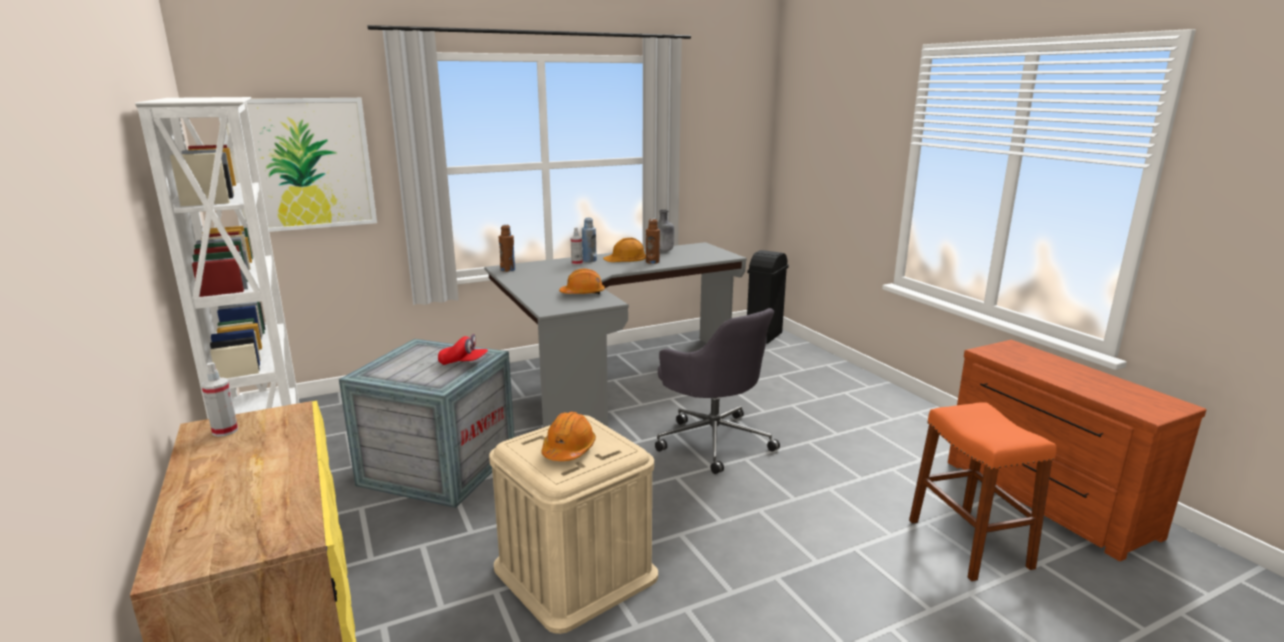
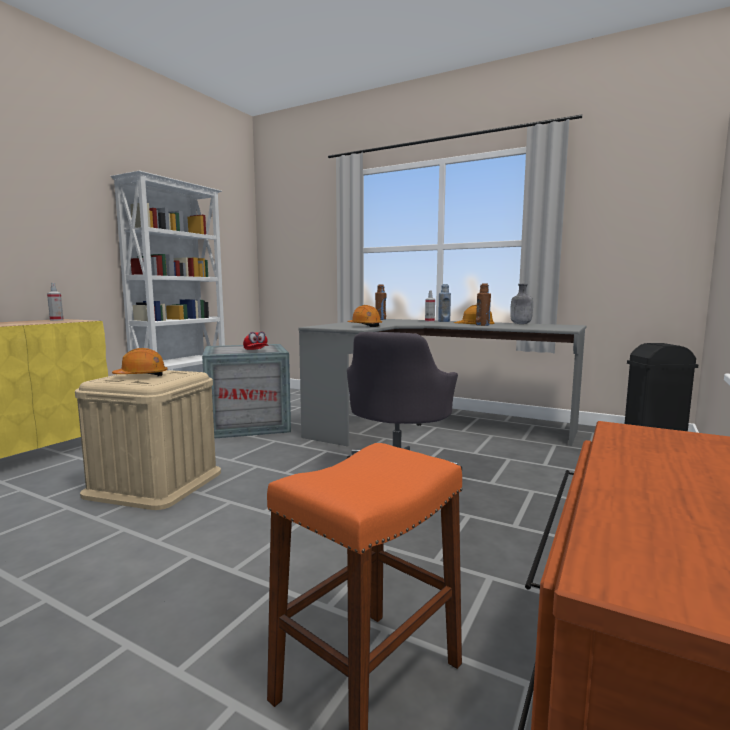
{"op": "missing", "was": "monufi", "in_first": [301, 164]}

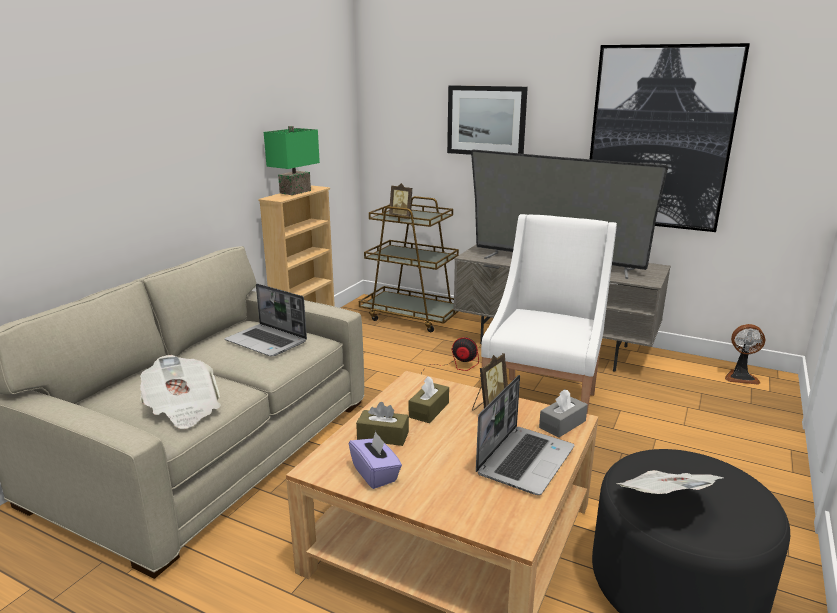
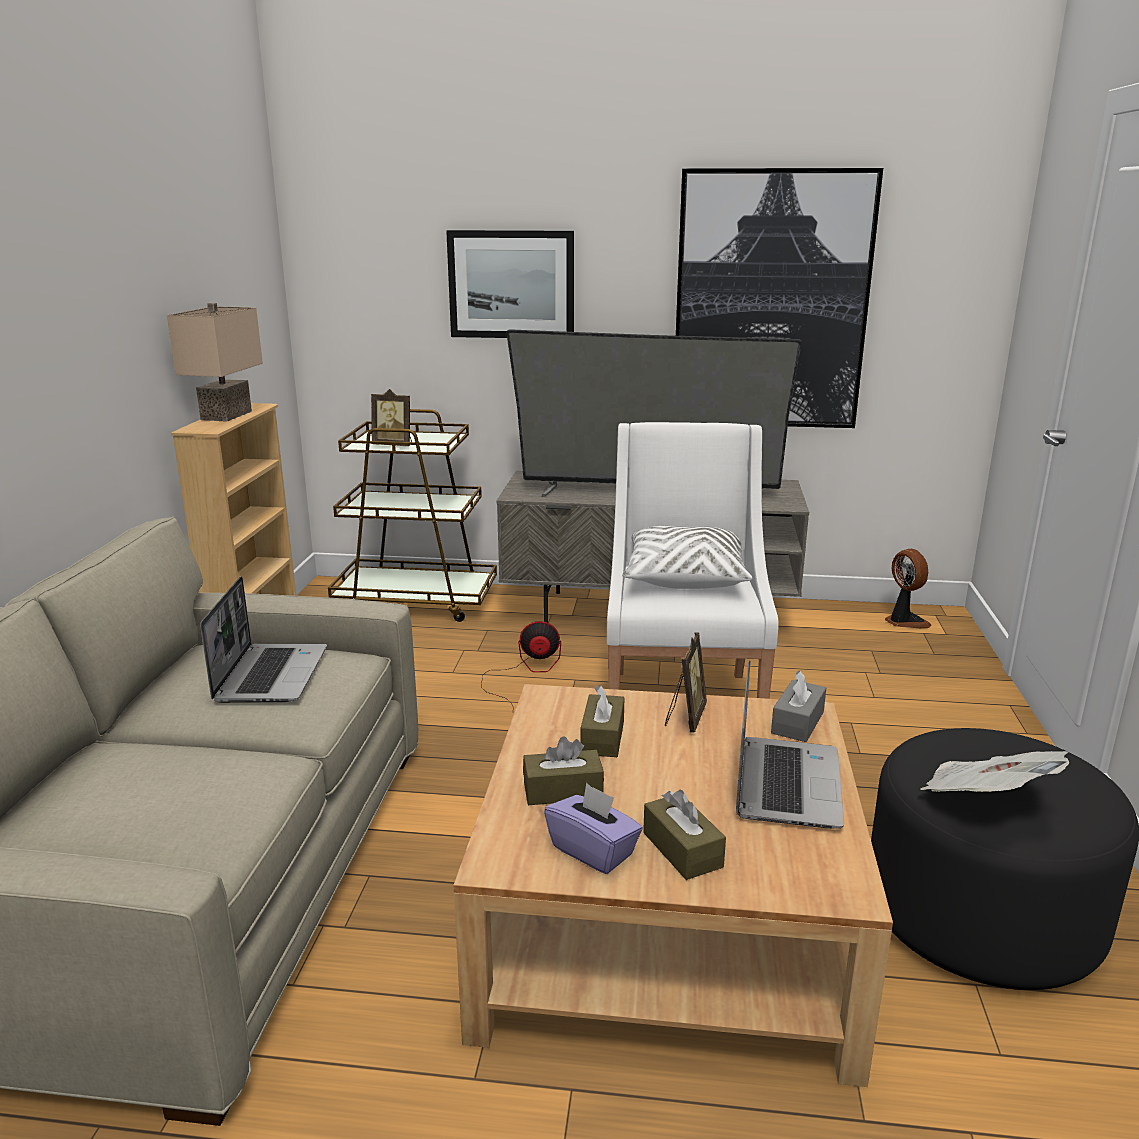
{"op": "missing", "was": "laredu", "in_first": [183, 409]}
{"op": "spun", "was": "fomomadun", "in_first": [267, 342], "in_second": [270, 674], "clockwise": -105}
{"op": "colour", "was": "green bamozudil", "now": "beige bamozudil", "in_first": [294, 191], "in_second": [224, 415]}
{"op": "spun", "was": "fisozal", "in_first": [740, 377], "in_second": [904, 621], "clockwise": -105}
{"op": "appeared", "now": "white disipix", "in_second": [684, 576]}
{"op": "appeared", "now": "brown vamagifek", "in_second": [682, 850]}

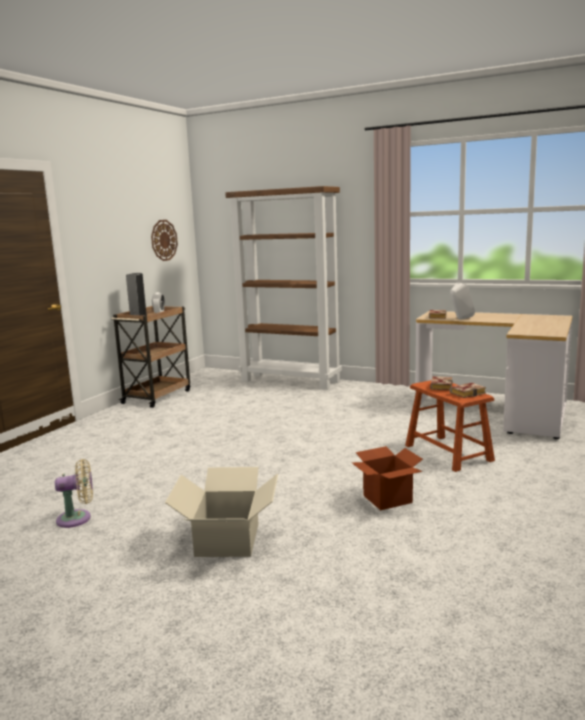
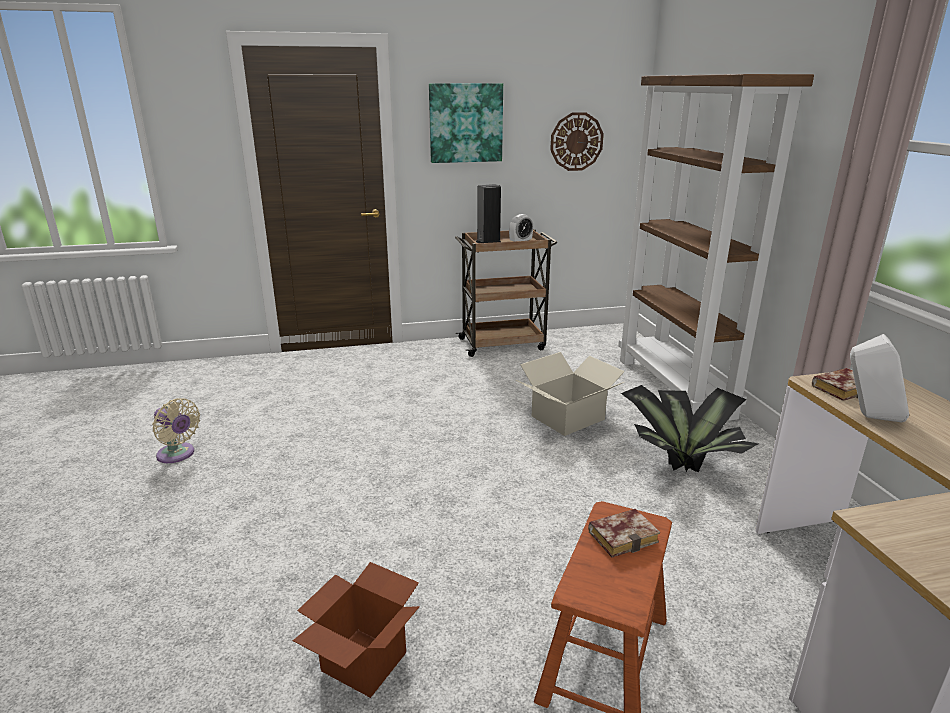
{"op": "relocated", "was": "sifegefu", "in_first": [228, 539], "in_second": [568, 418]}
{"op": "missing", "was": "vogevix", "in_first": [468, 393]}
{"op": "appeared", "now": "monufi", "in_second": [465, 123]}
{"op": "appeared", "now": "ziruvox", "in_second": [681, 460]}

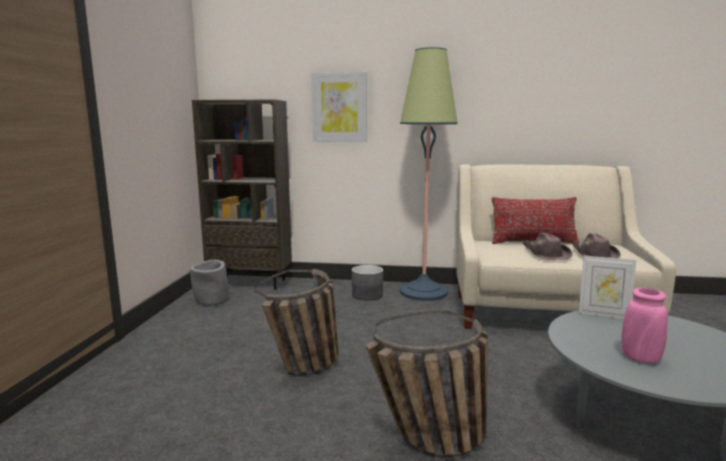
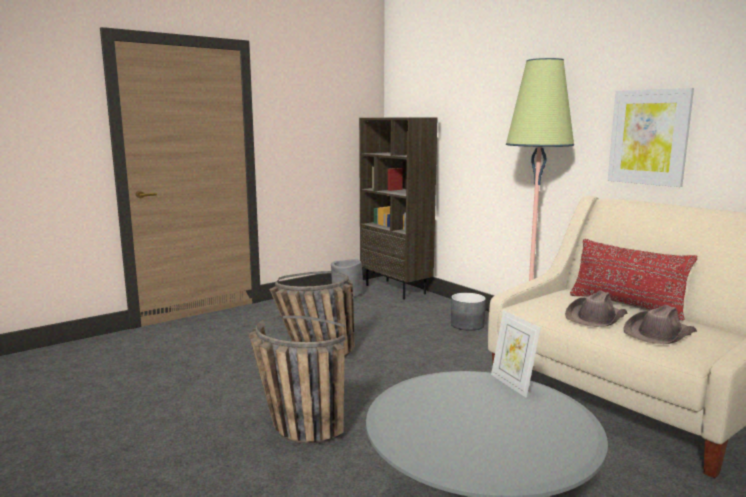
{"op": "relocated", "was": "monufi", "in_first": [339, 107], "in_second": [649, 137]}
{"op": "missing", "was": "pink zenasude", "in_first": [640, 358]}

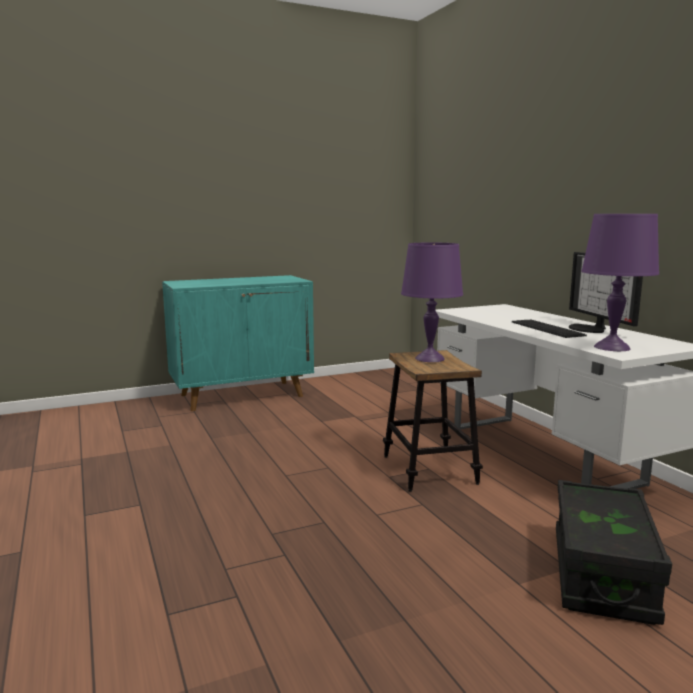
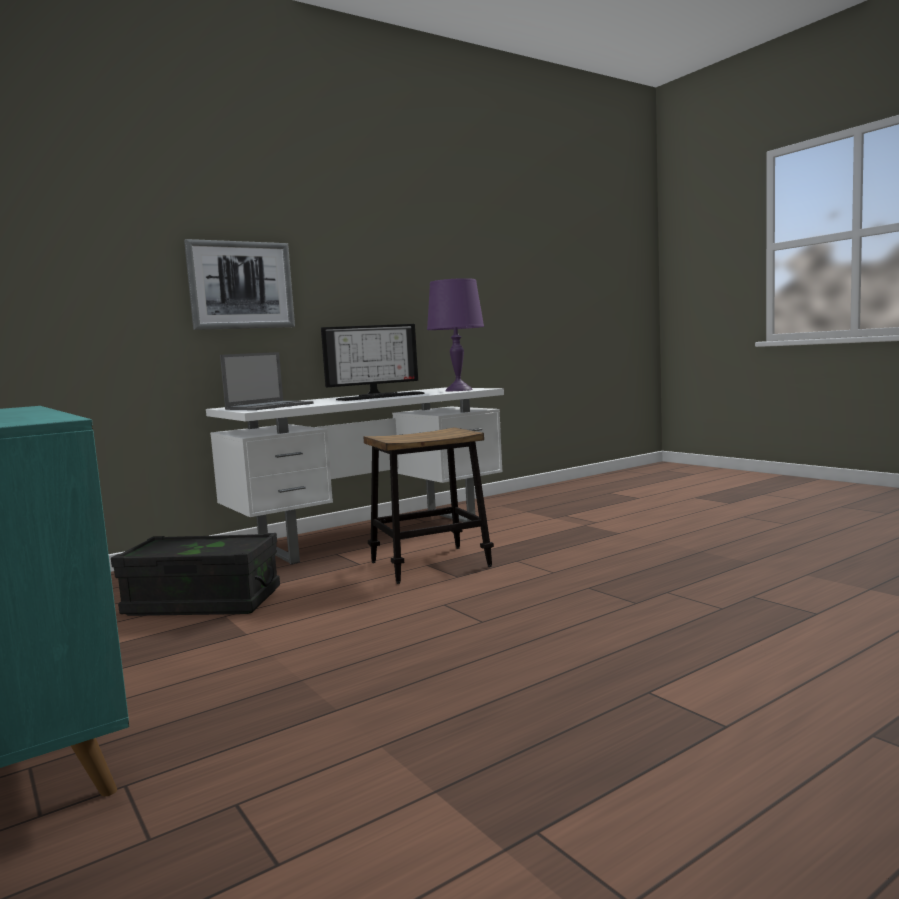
{"op": "missing", "was": "purple bamozudil", "in_first": [430, 358]}
{"op": "relocated", "was": "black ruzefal", "in_first": [601, 574], "in_second": [203, 602]}
{"op": "appeared", "now": "monufi", "in_second": [241, 285]}
{"op": "appeared", "now": "fomomadun", "in_second": [270, 406]}

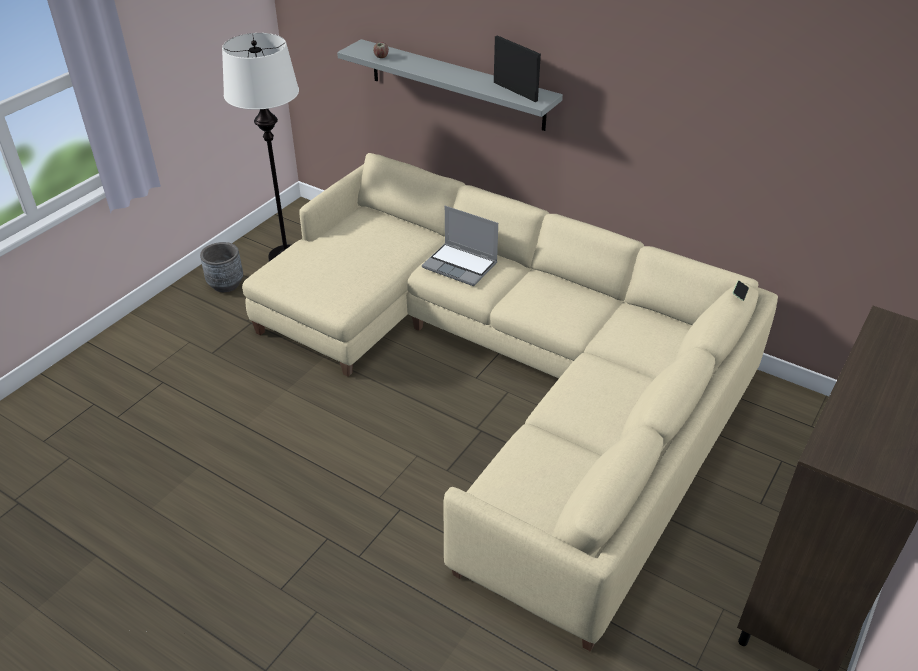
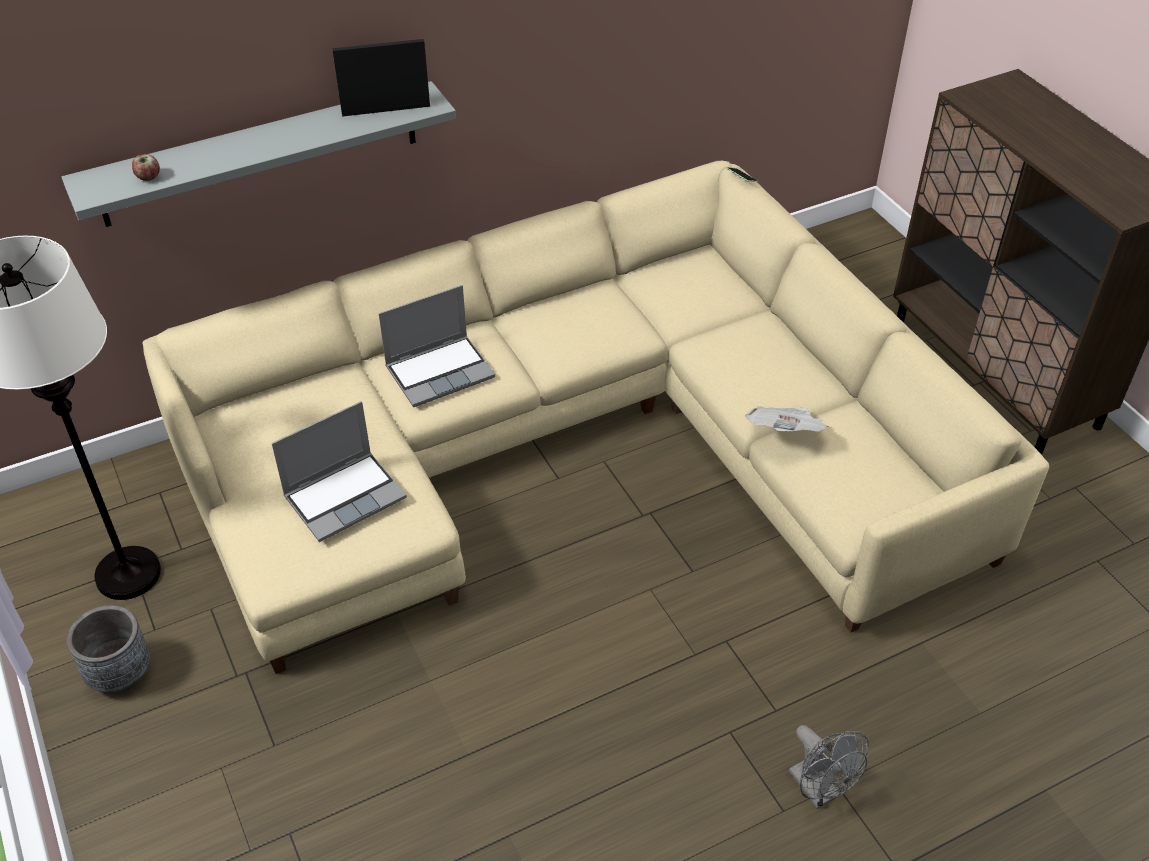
{"op": "appeared", "now": "fomomadun", "in_second": [345, 496]}
{"op": "appeared", "now": "laredu", "in_second": [784, 434]}
{"op": "appeared", "now": "grey fisozal", "in_second": [819, 791]}

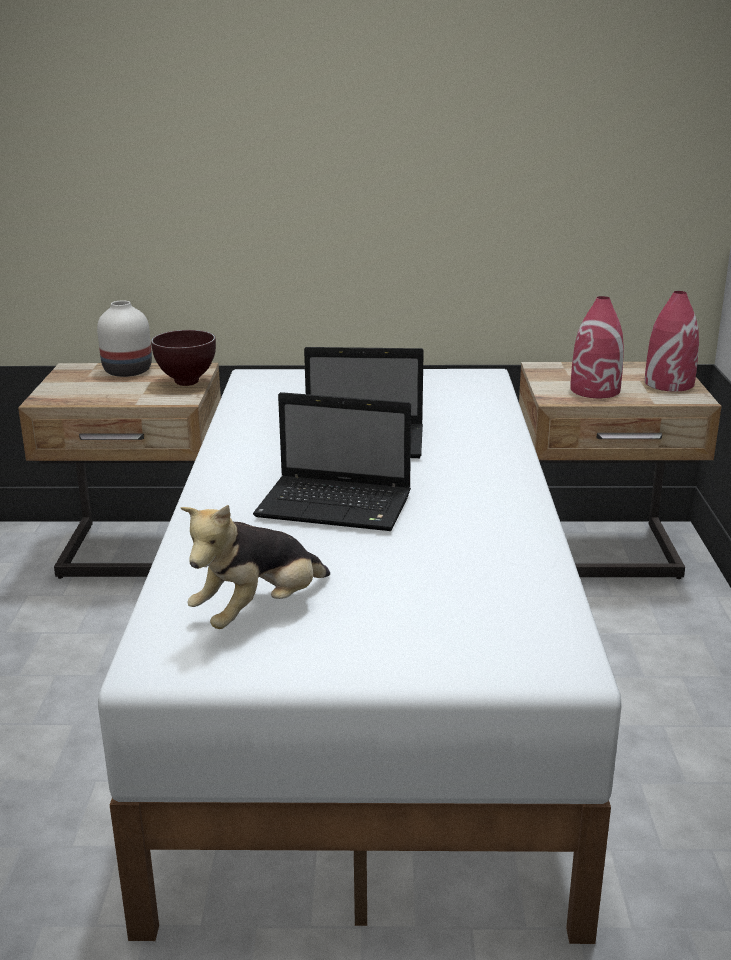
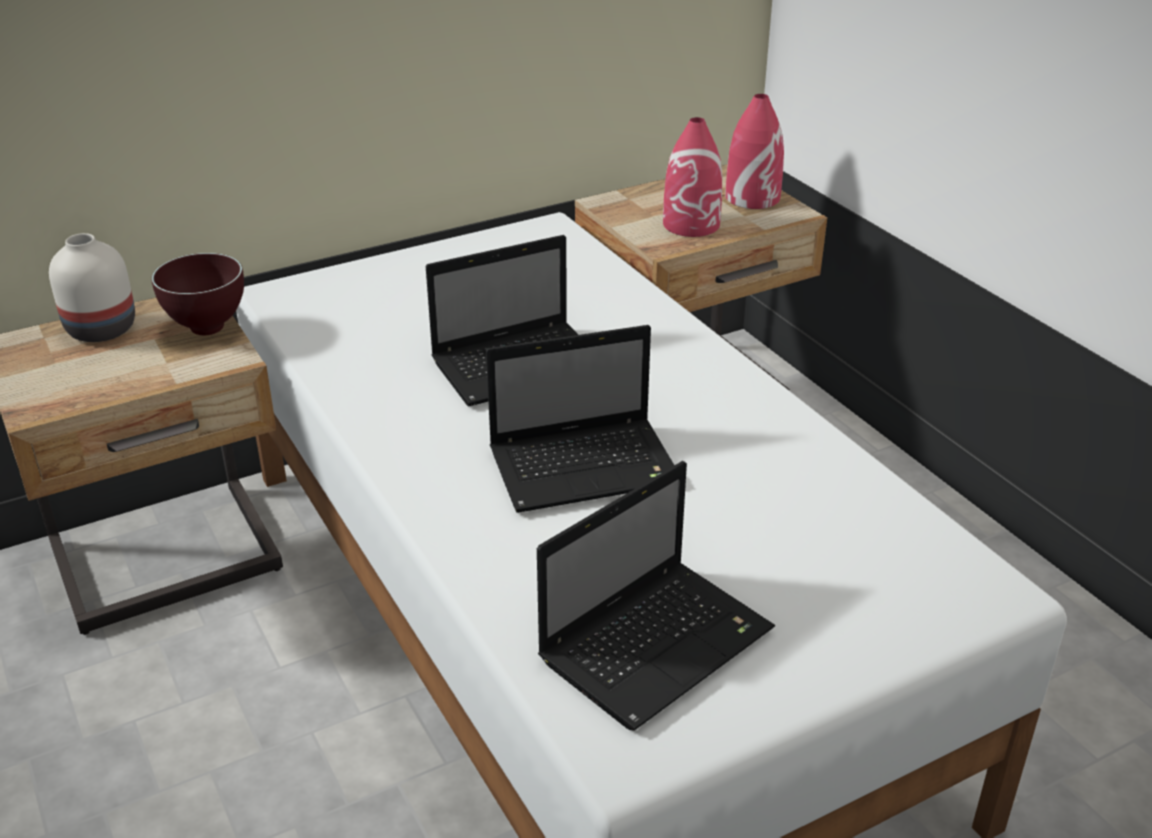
{"op": "exchanged", "was": "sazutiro", "now": "fomomadun", "in_first": [259, 612], "in_second": [658, 642]}

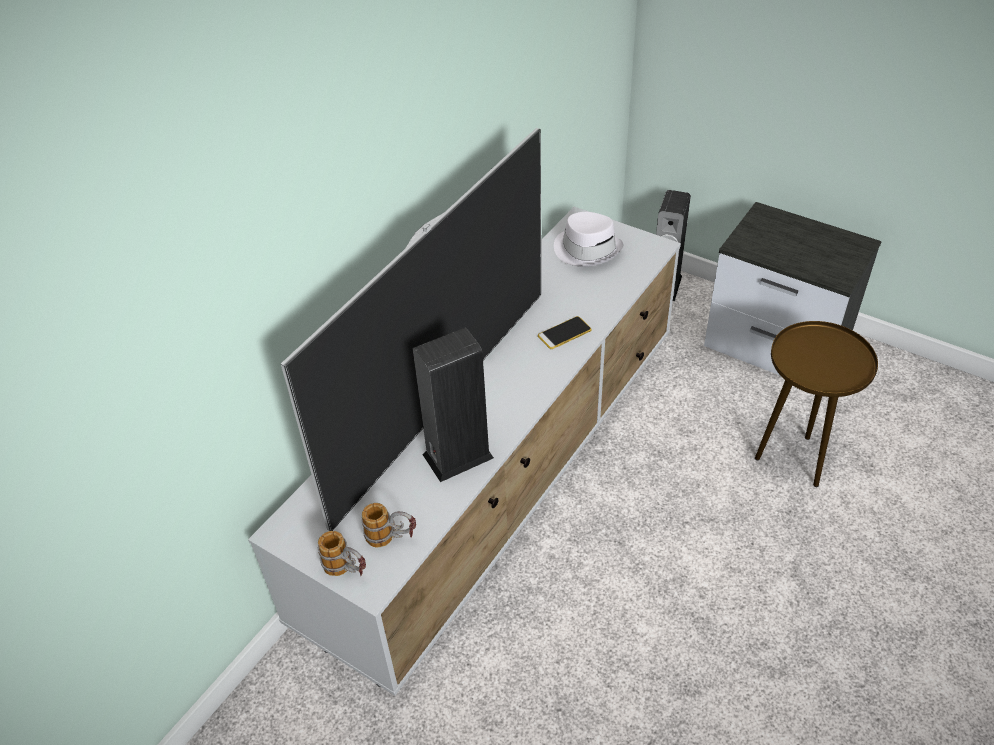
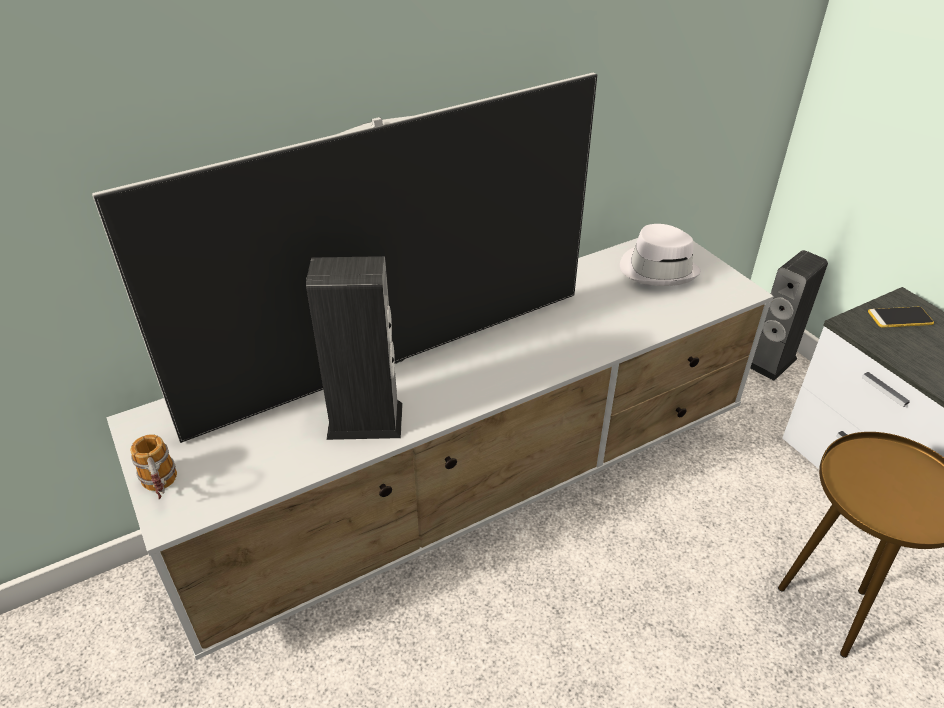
{"op": "missing", "was": "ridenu", "in_first": [392, 538]}
{"op": "relocated", "was": "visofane", "in_first": [564, 333], "in_second": [900, 318]}

